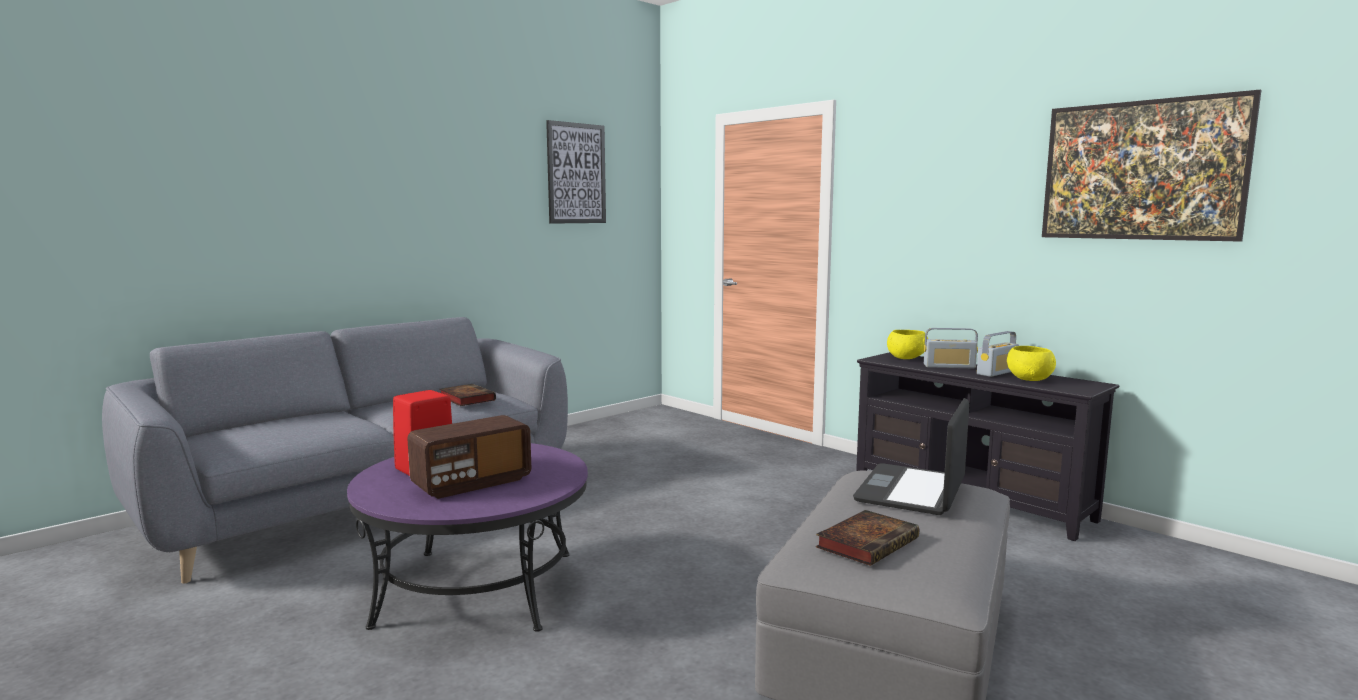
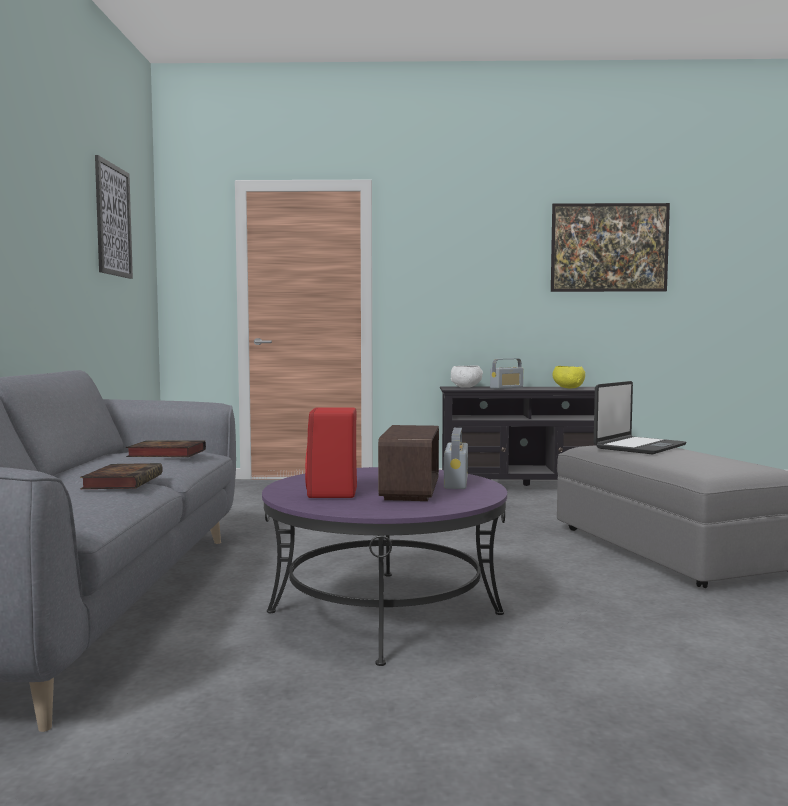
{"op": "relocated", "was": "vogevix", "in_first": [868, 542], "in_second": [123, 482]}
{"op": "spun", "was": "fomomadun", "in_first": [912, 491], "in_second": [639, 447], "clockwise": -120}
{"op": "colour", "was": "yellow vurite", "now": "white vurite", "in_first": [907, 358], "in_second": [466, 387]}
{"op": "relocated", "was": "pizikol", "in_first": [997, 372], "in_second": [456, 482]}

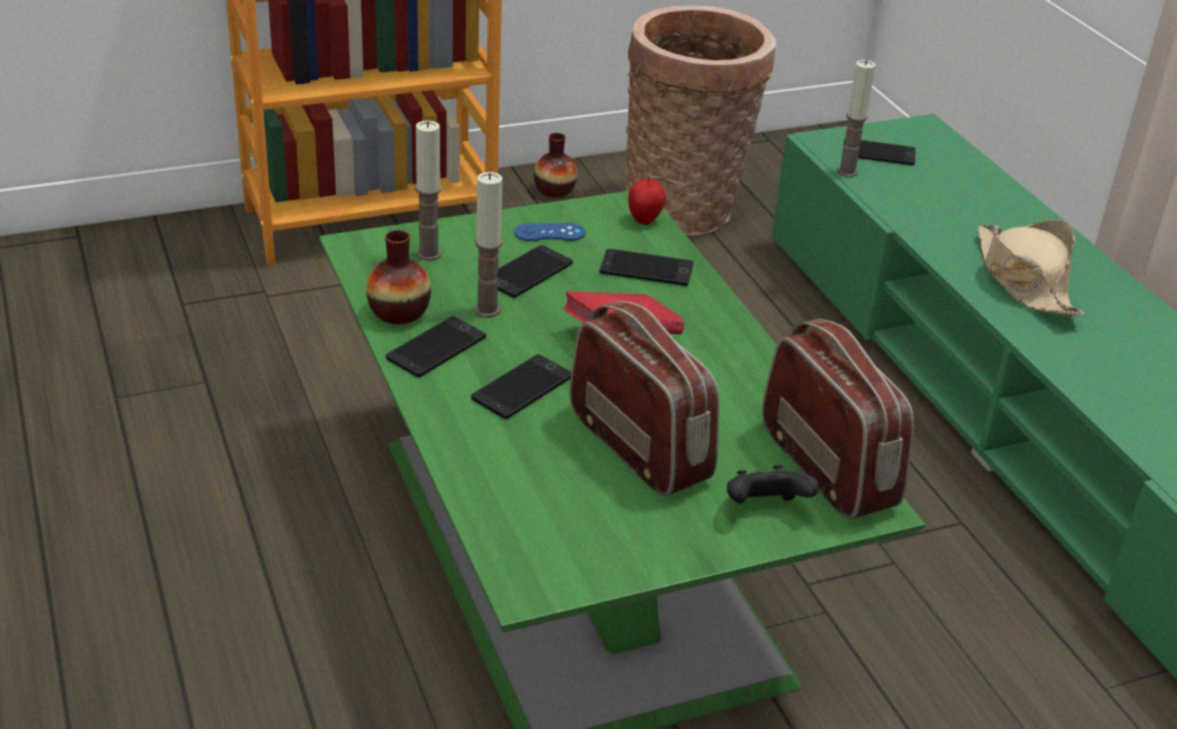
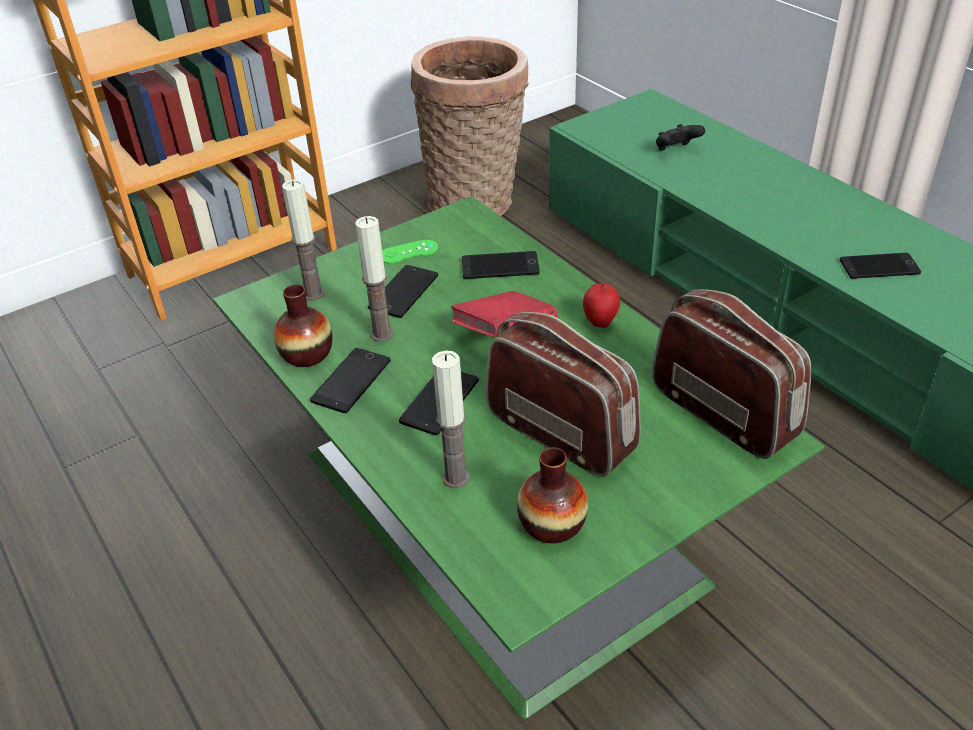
{"op": "colour", "was": "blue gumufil", "now": "green gumufil", "in_first": [549, 233], "in_second": [408, 252]}
{"op": "relocated", "was": "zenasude", "in_first": [554, 190], "in_second": [552, 524]}
{"op": "relocated", "was": "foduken", "in_first": [645, 220], "in_second": [600, 322]}
{"op": "relocated", "was": "black gumufil", "in_first": [764, 508], "in_second": [676, 150]}
{"op": "relocated", "was": "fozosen", "in_first": [847, 171], "in_second": [456, 478]}
{"op": "relocated", "was": "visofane", "in_first": [878, 153], "in_second": [879, 267]}
{"op": "missing", "was": "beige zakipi", "in_first": [1023, 280]}

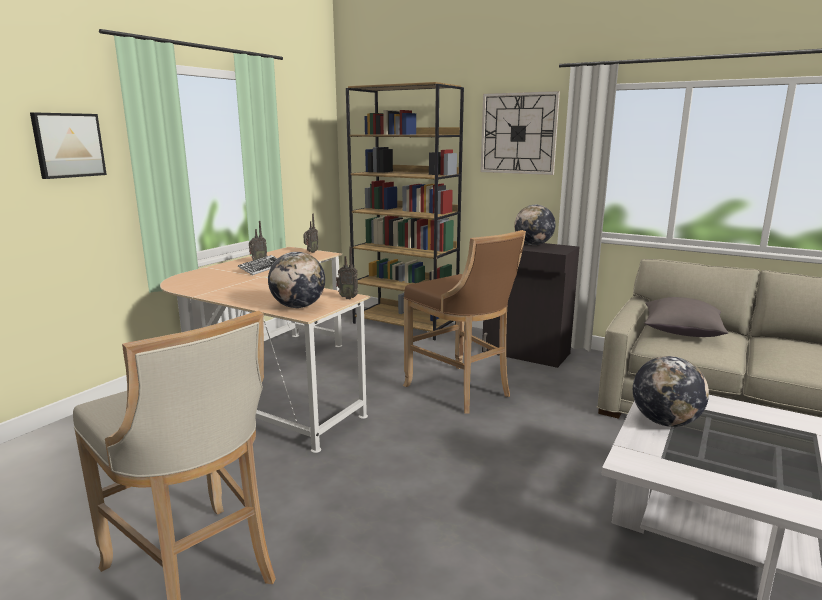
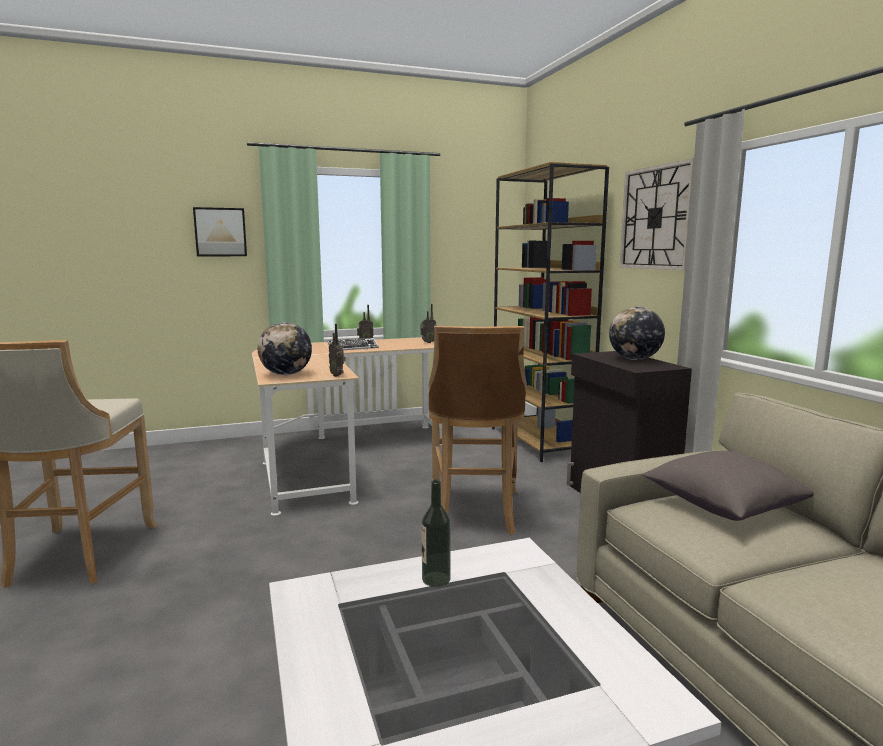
{"op": "exchanged", "was": "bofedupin", "now": "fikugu", "in_first": [665, 422], "in_second": [436, 579]}

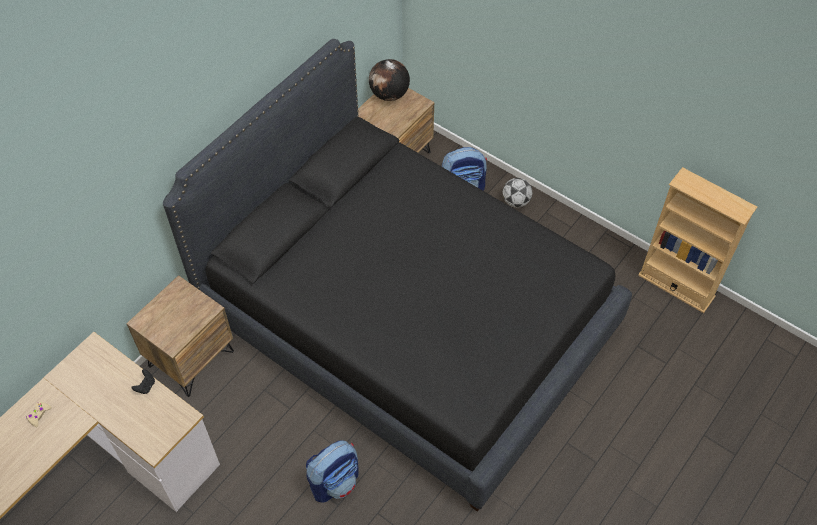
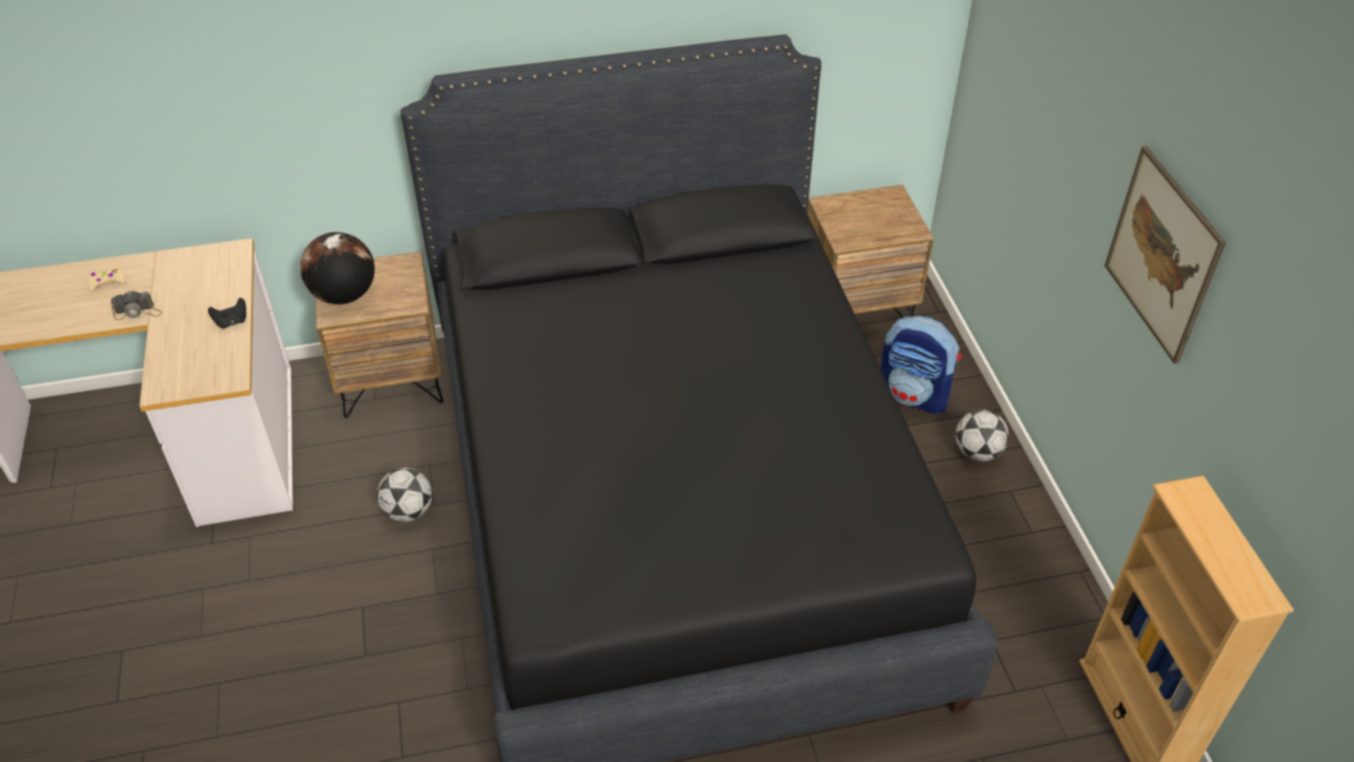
{"op": "missing", "was": "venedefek", "in_first": [335, 481]}
{"op": "relocated", "was": "bofedupin", "in_first": [389, 95], "in_second": [344, 295]}
{"op": "appeared", "now": "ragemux", "in_second": [138, 312]}
{"op": "appeared", "now": "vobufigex", "in_second": [408, 511]}
{"op": "appeared", "now": "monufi", "in_second": [1162, 254]}

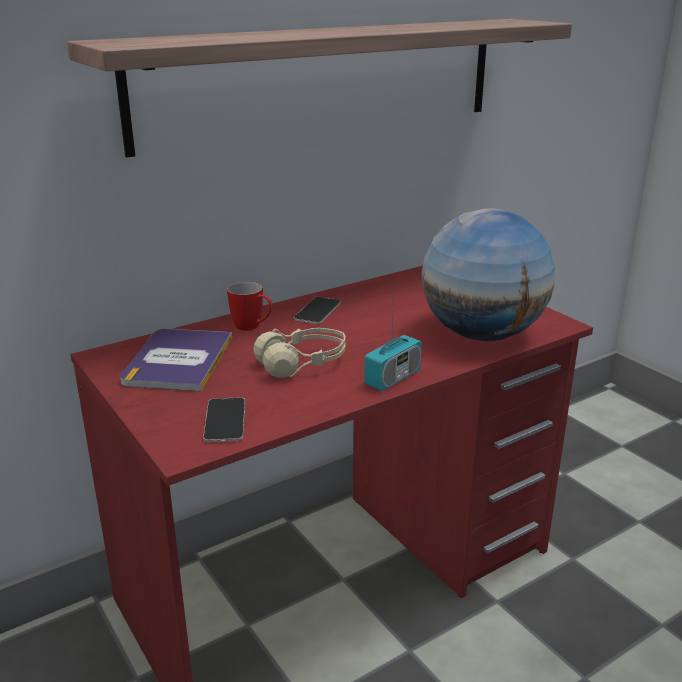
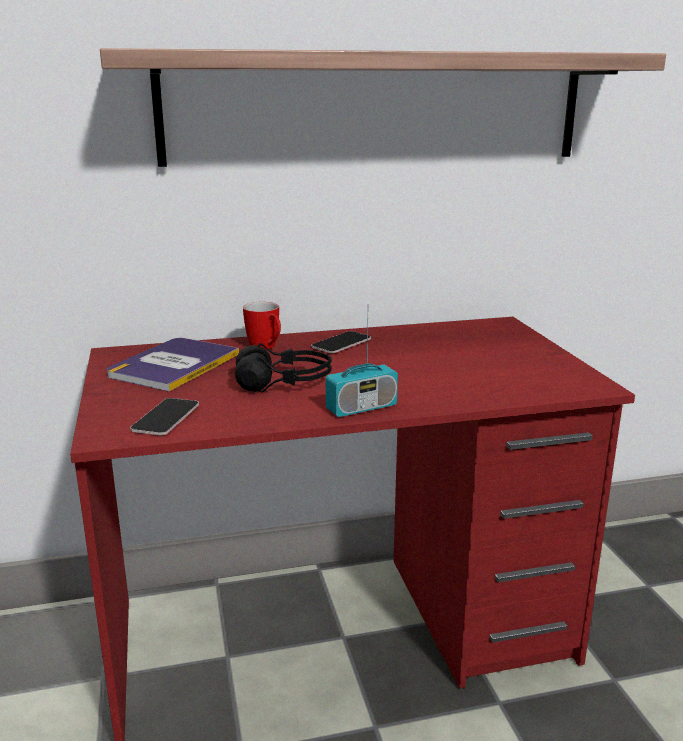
{"op": "colour", "was": "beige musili", "now": "black musili", "in_first": [302, 364], "in_second": [284, 383]}
{"op": "missing", "was": "bofedupin", "in_first": [482, 335]}

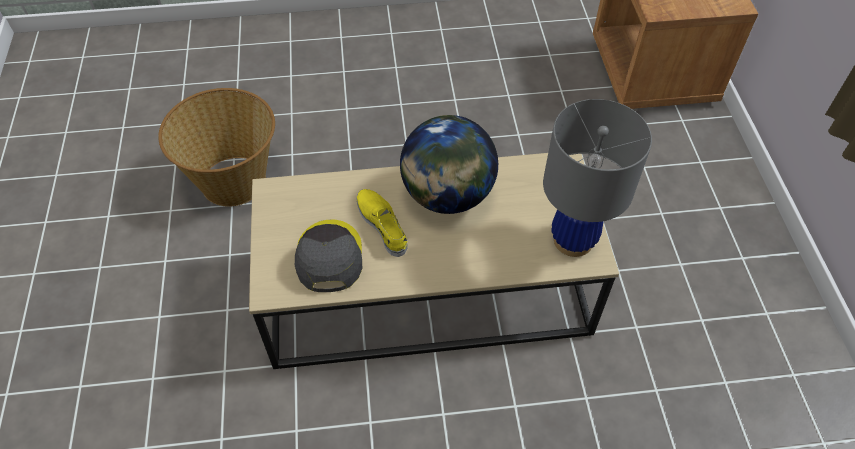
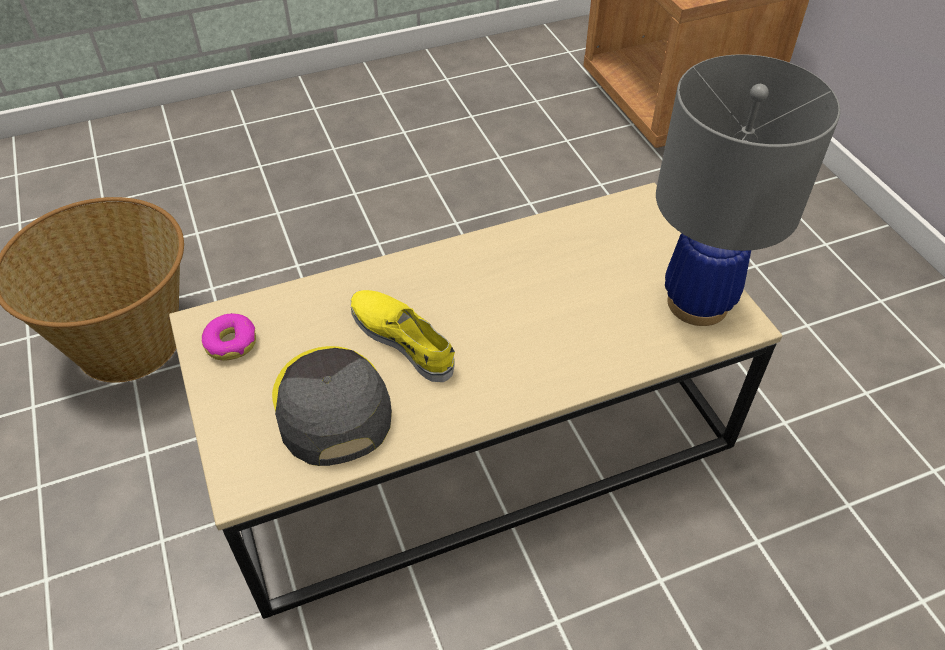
{"op": "missing", "was": "bofedupin", "in_first": [447, 195]}
{"op": "appeared", "now": "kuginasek", "in_second": [231, 343]}

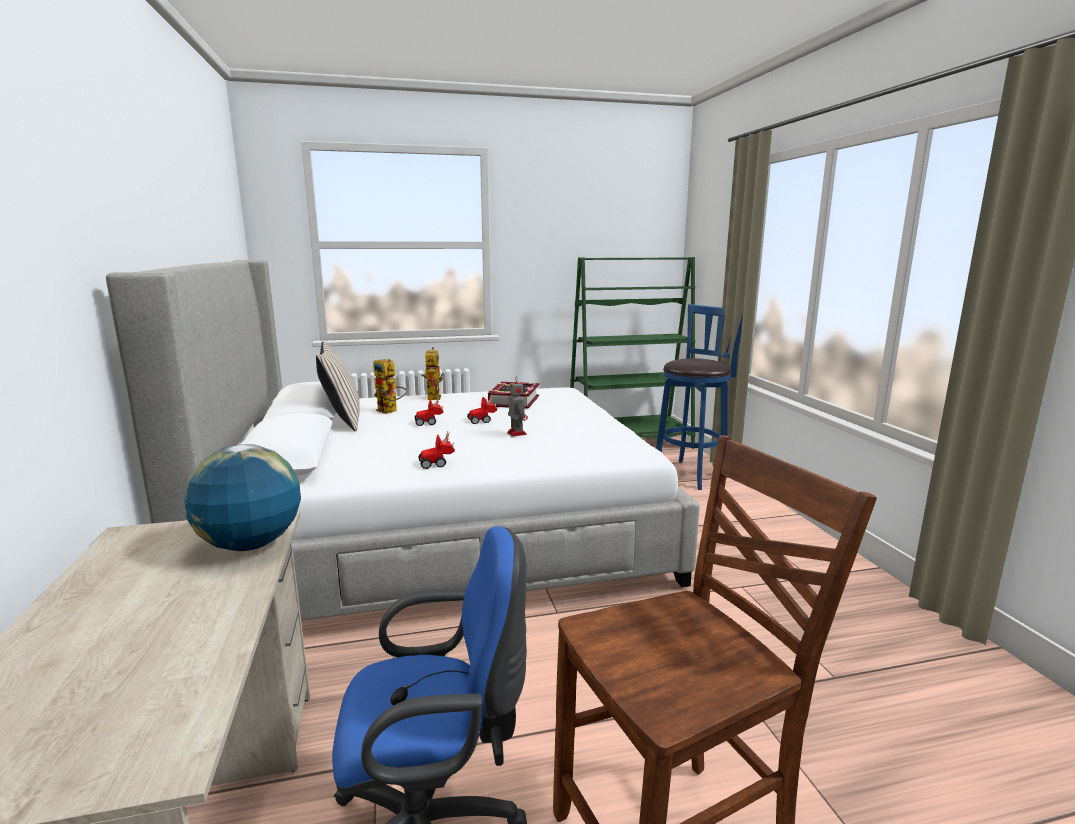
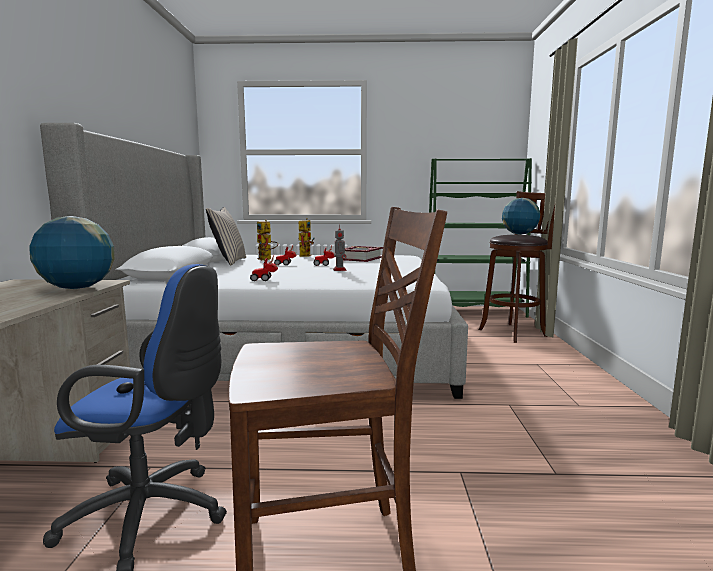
{"op": "colour", "was": "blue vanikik", "now": "brown vanikik", "in_first": [691, 473], "in_second": [515, 332]}
{"op": "appeared", "now": "bofedupin", "in_second": [519, 234]}

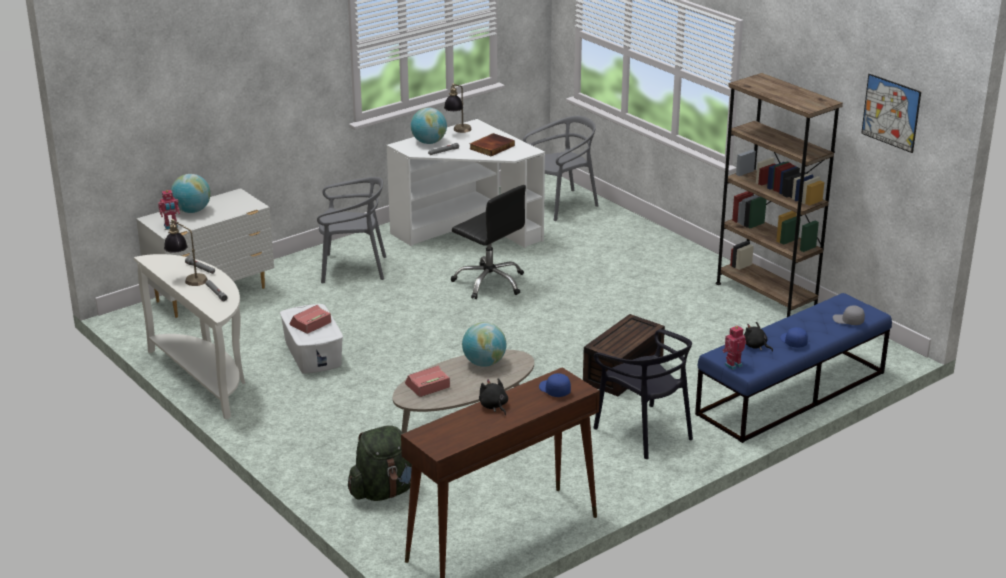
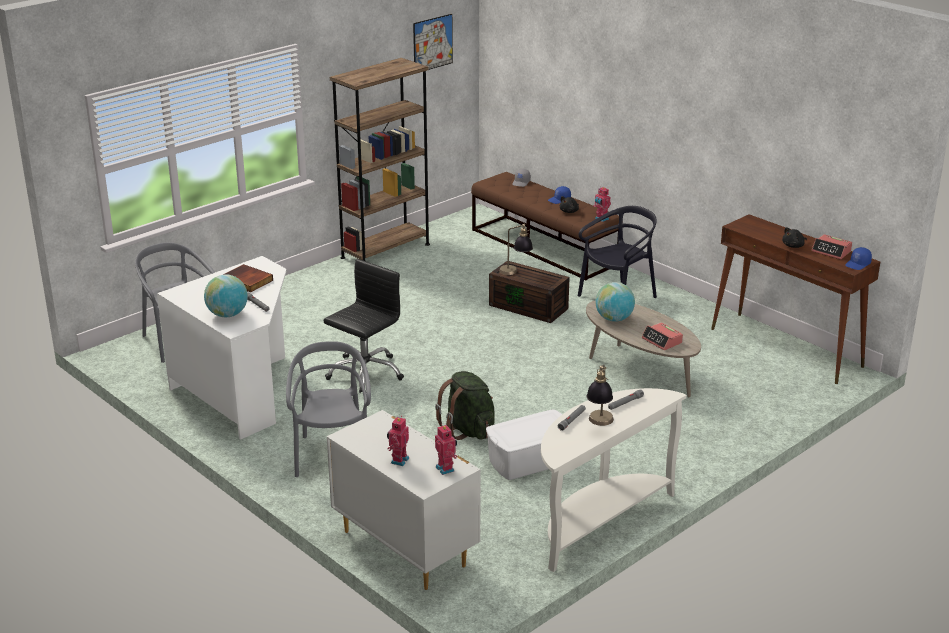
{"op": "exchanged", "was": "bofedupin", "now": "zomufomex", "in_first": [192, 211], "in_second": [398, 460]}
{"op": "relocated", "was": "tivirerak", "in_first": [310, 324], "in_second": [831, 251]}
{"op": "relocated", "was": "green venedefek", "in_first": [384, 491], "in_second": [468, 430]}
{"op": "relocated", "was": "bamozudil", "in_first": [458, 131], "in_second": [515, 272]}
{"op": "relocated", "was": "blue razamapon", "in_first": [554, 390], "in_second": [858, 264]}
{"op": "colour", "was": "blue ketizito", "now": "brown ketizito", "in_first": [791, 393], "in_second": [544, 247]}

